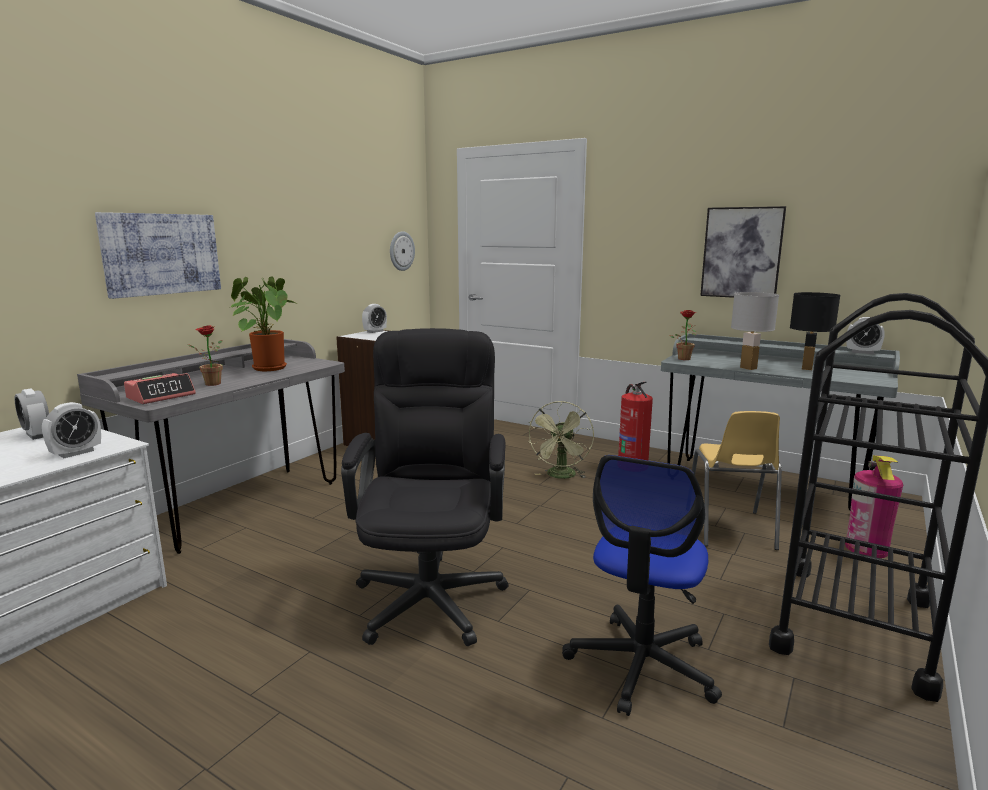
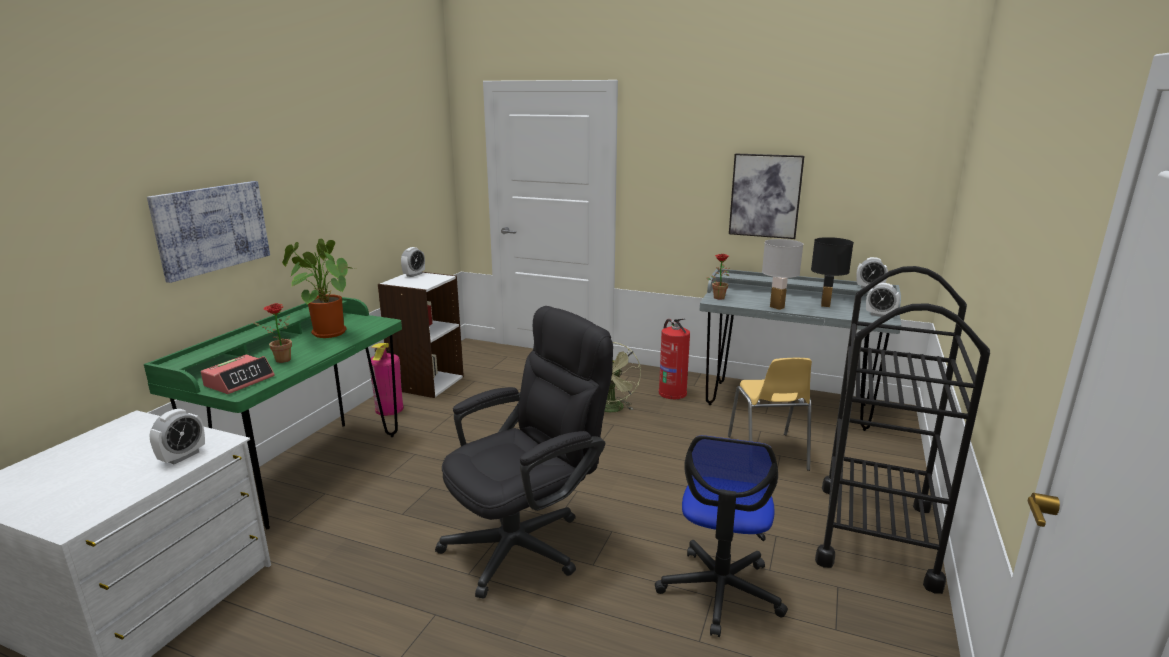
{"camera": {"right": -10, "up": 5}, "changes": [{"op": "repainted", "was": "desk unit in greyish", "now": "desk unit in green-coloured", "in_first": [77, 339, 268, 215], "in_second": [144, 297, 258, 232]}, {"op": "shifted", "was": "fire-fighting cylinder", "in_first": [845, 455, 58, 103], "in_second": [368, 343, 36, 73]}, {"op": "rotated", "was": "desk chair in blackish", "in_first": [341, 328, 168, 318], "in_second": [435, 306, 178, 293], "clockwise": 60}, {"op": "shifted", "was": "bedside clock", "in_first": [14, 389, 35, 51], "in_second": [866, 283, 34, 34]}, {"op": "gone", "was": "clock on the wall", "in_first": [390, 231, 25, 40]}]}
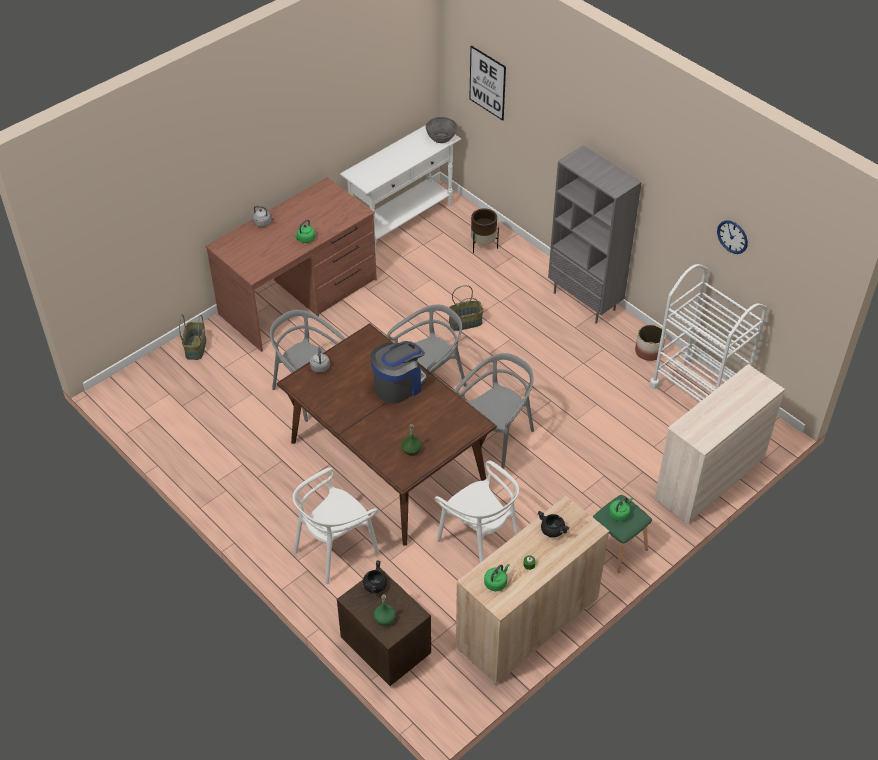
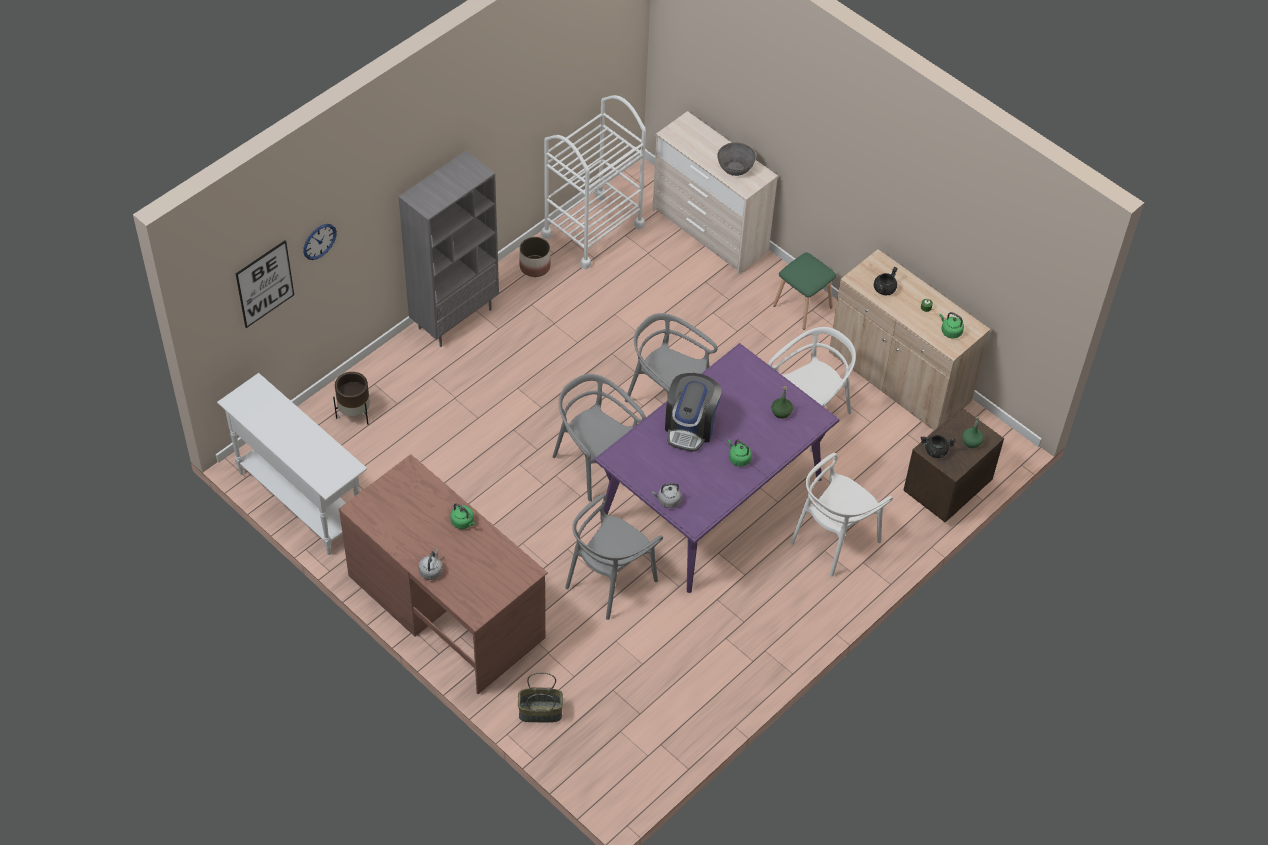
{"camera": {"right": -95, "up": 5}, "changes": [{"op": "shifted", "was": "clock on the wall", "in_first": [717, 220, 31, 34], "in_second": [303, 224, 34, 36]}, {"op": "repainted", "was": "dining table in brown", "now": "dining table in purple", "in_first": [277, 323, 220, 223], "in_second": [594, 343, 246, 250]}, {"op": "rotated", "was": "coffee maker", "in_first": [370, 341, 58, 63], "in_second": [665, 373, 56, 79], "clockwise": -120}, {"op": "shifted", "was": "bowl in greyish", "in_first": [426, 117, 31, 26], "in_second": [717, 142, 39, 34]}, {"op": "shifted", "was": "kettle in green-coloured", "in_first": [609, 497, 24, 24], "in_second": [728, 440, 24, 27]}, {"op": "rotated", "was": "plain chair in white", "in_first": [293, 468, 86, 116], "in_second": [790, 453, 103, 124], "clockwise": 90}, {"op": "gone", "was": "household basket", "in_first": [449, 285, 35, 46]}]}
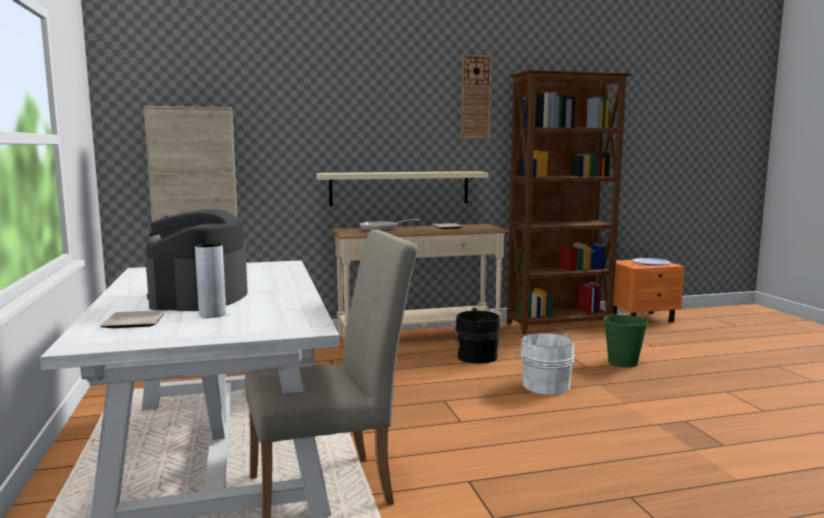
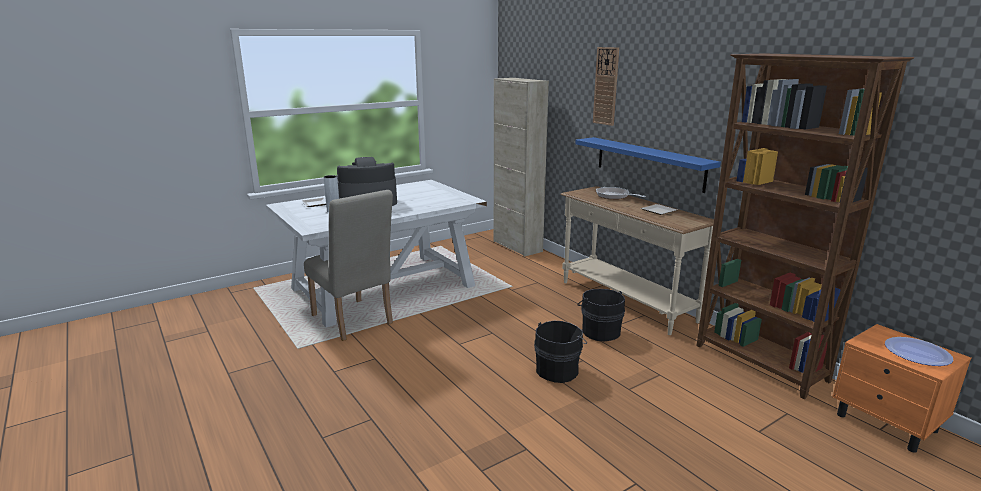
{"camera": {"right": 70, "up": 10}, "changes": [{"op": "repainted", "was": "water bucket in white", "now": "water bucket in blackish", "in_first": [516, 333, 59, 62], "in_second": [534, 321, 53, 62]}, {"op": "repainted", "was": "wall shelf in beige-coloured", "now": "wall shelf in blue", "in_first": [316, 171, 173, 35], "in_second": [575, 137, 146, 56]}, {"op": "shifted", "was": "clock on the wall", "in_first": [461, 55, 31, 84], "in_second": [593, 47, 26, 79]}, {"op": "gone", "was": "water bucket in green-coloured", "in_first": [604, 313, 44, 54]}]}
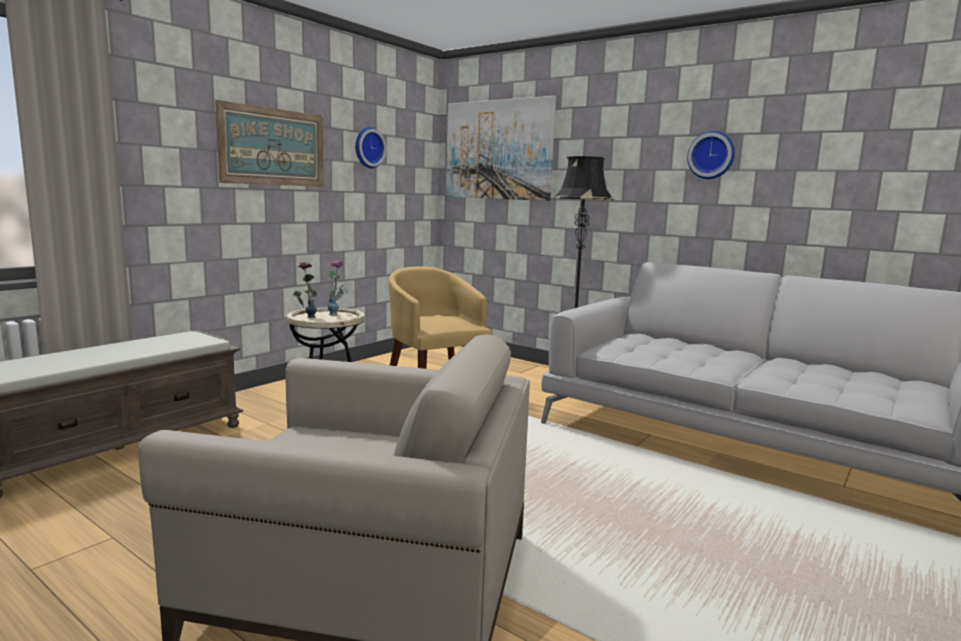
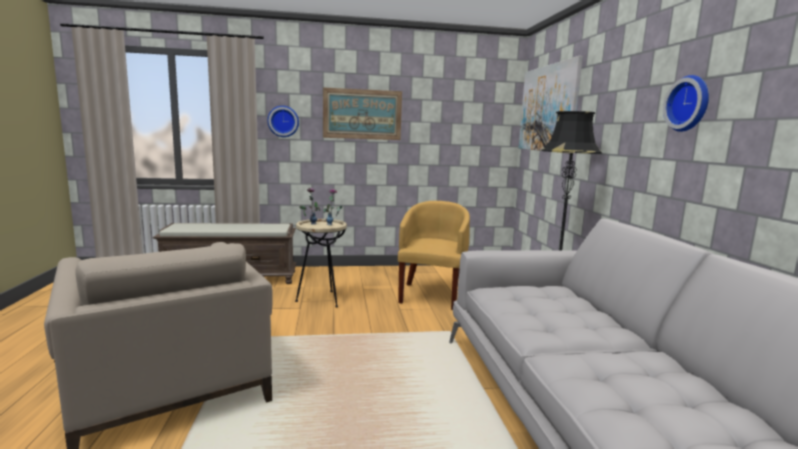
{"camera": {"right": 45, "up": 0}, "changes": [{"op": "shifted", "was": "clock on the wall", "in_first": [355, 127, 32, 41], "in_second": [267, 106, 32, 31]}]}
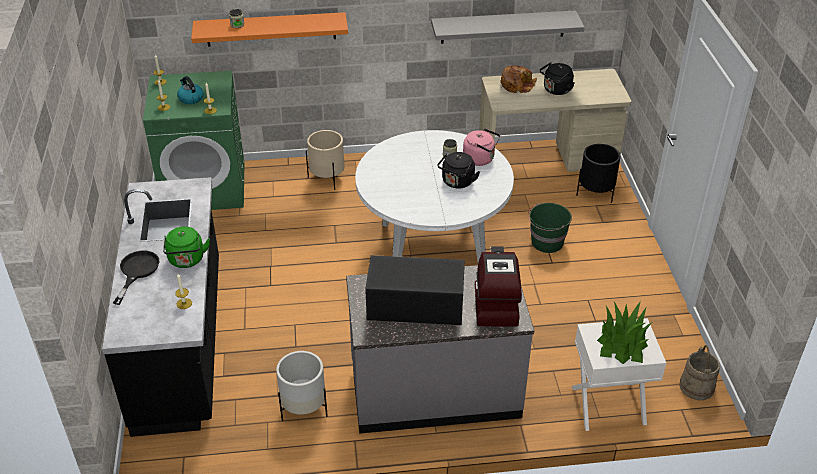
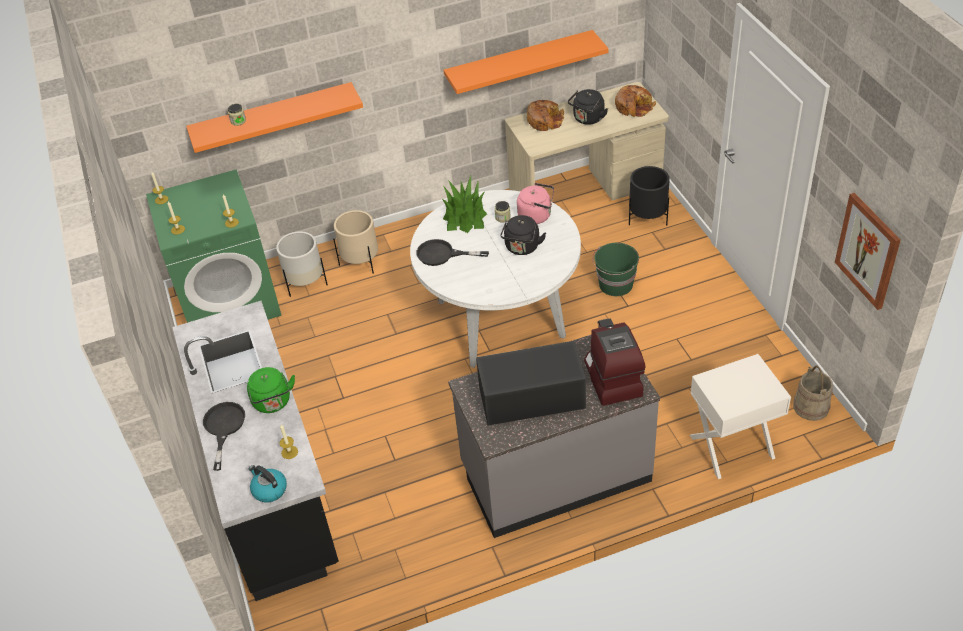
{"camera": {"right": -10, "up": 5}, "changes": [{"op": "shifted", "was": "kettle", "in_first": [177, 76, 27, 28], "in_second": [249, 465, 38, 37]}, {"op": "shifted", "was": "plant pot in white", "in_first": [276, 351, 52, 70], "in_second": [276, 231, 52, 66]}, {"op": "new", "now": "skillet in blackish", "in_second": [417, 239, 72, 27]}, {"op": "shifted", "was": "plant in a pot", "in_first": [597, 301, 54, 63], "in_second": [442, 176, 45, 57]}, {"op": "repainted", "was": "wall shelf in greyish", "now": "wall shelf in orange", "in_first": [431, 10, 154, 34], "in_second": [444, 30, 165, 64]}, {"op": "new", "now": "bakery bread", "in_second": [615, 85, 41, 32]}, {"op": "new", "now": "wall picture", "in_second": [835, 193, 66, 117]}]}
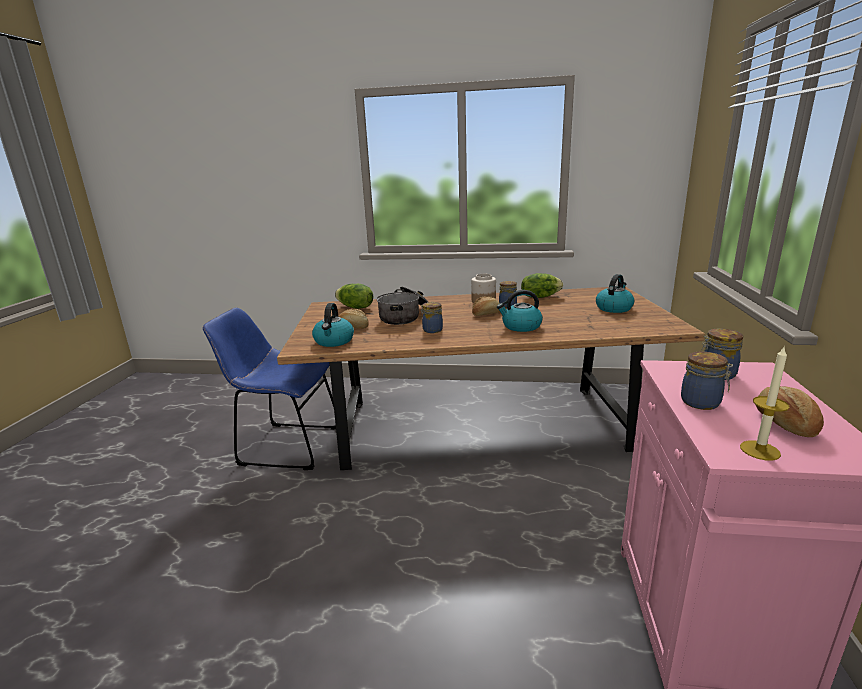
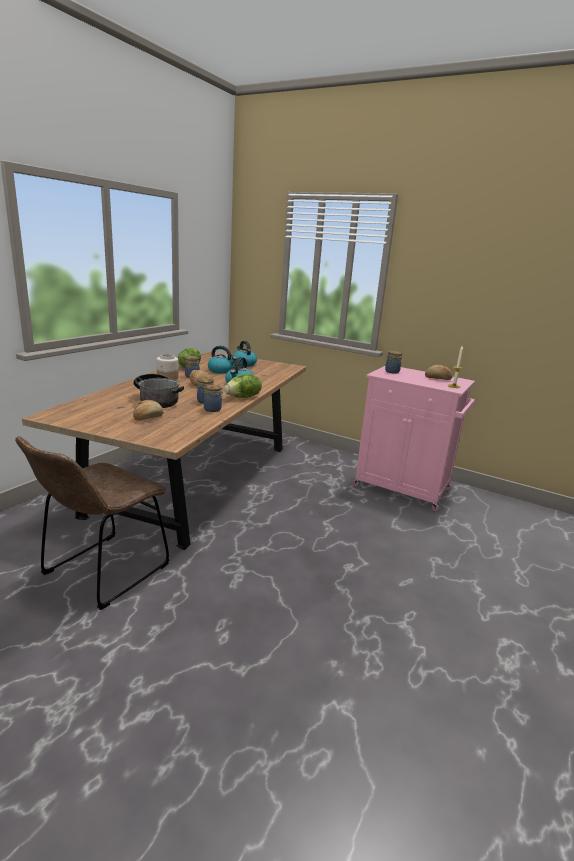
{"camera": {"right": -70, "up": 0}, "changes": [{"op": "repainted", "was": "plain chair in blue", "now": "plain chair in brown", "in_first": [203, 307, 133, 163], "in_second": [15, 436, 154, 174]}, {"op": "shifted", "was": "preserve jar", "in_first": [681, 352, 52, 58], "in_second": [204, 385, 19, 27]}, {"op": "shifted", "was": "kettle", "in_first": [312, 303, 42, 44], "in_second": [208, 346, 29, 28]}, {"op": "shifted", "was": "head of lettuce", "in_first": [335, 284, 38, 25], "in_second": [224, 374, 38, 24]}]}
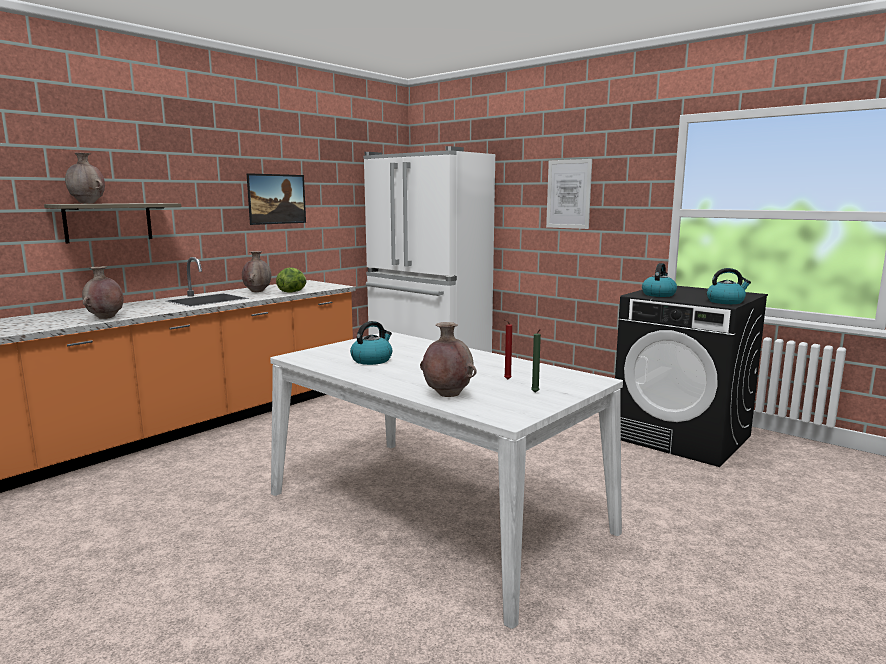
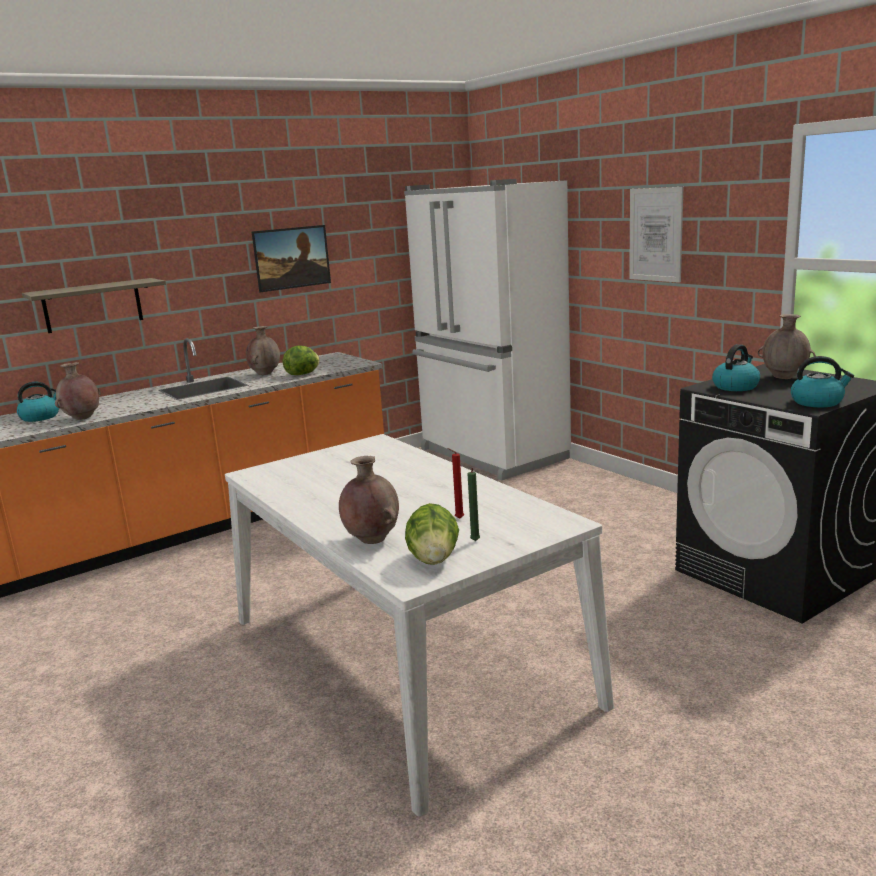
{"camera": {"right": 15, "up": 5}, "changes": [{"op": "shifted", "was": "kettle", "in_first": [350, 321, 42, 44], "in_second": [17, 382, 42, 40]}, {"op": "new", "now": "head of lettuce", "in_second": [405, 503, 54, 62]}, {"op": "shifted", "was": "decorative vase in brown", "in_first": [65, 153, 40, 51], "in_second": [758, 314, 58, 65]}]}
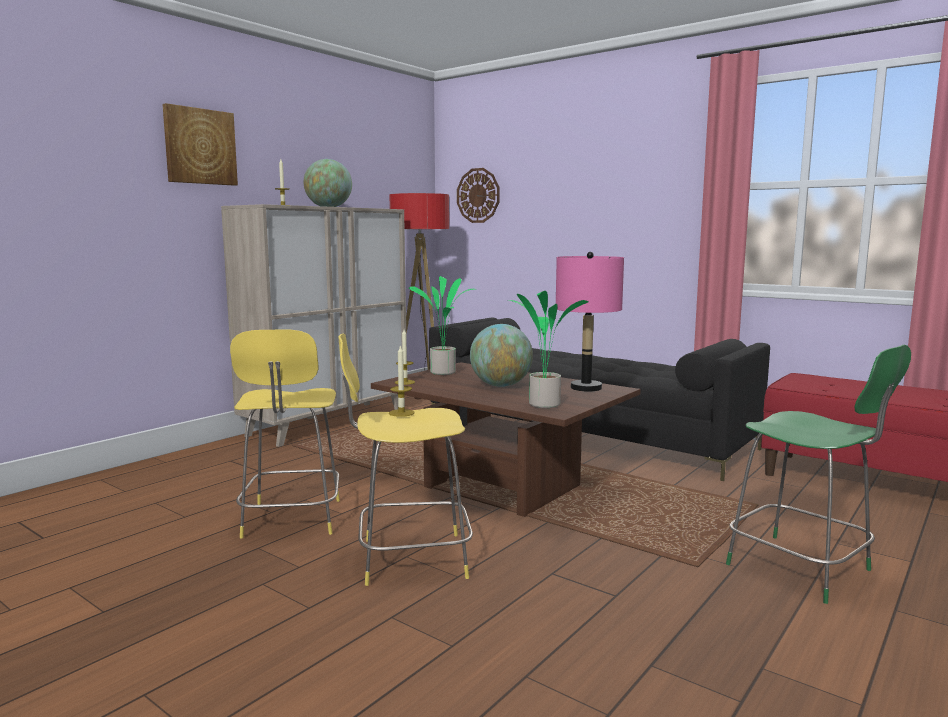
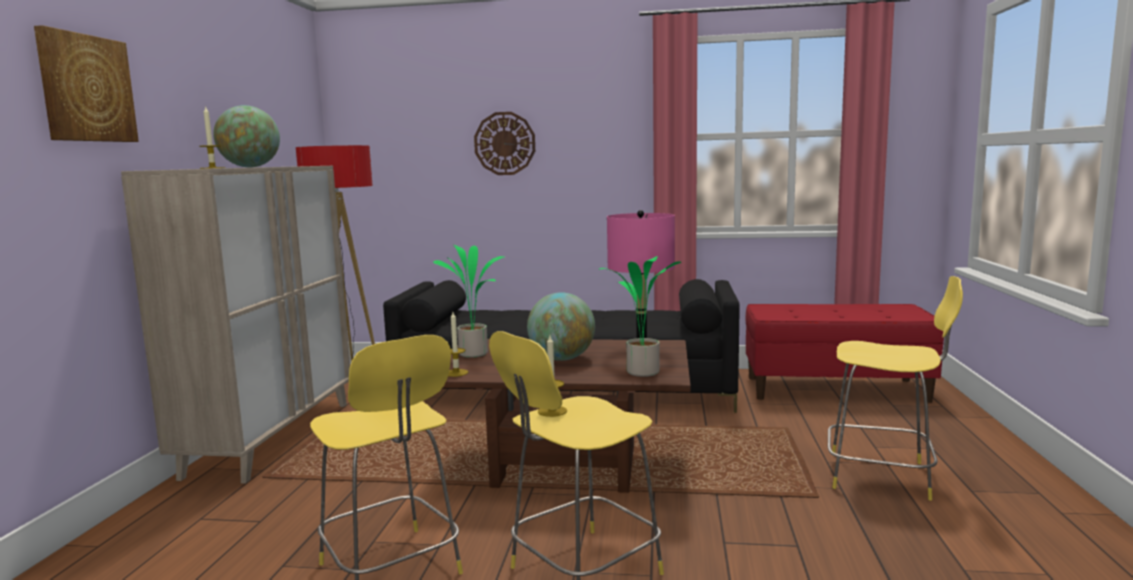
{"camera": {"right": -30, "up": 0}, "changes": [{"op": "shifted", "was": "clock on the wall", "in_first": [457, 168, 42, 55], "in_second": [474, 112, 61, 63]}, {"op": "repainted", "was": "sitting stool in green-coloured", "now": "sitting stool in yellow-coloured", "in_first": [726, 345, 185, 259], "in_second": [828, 276, 135, 225]}]}
